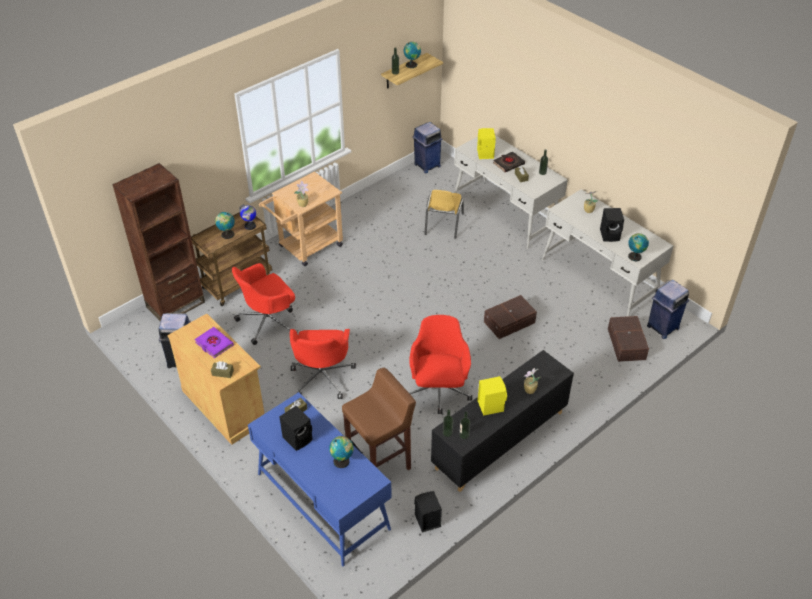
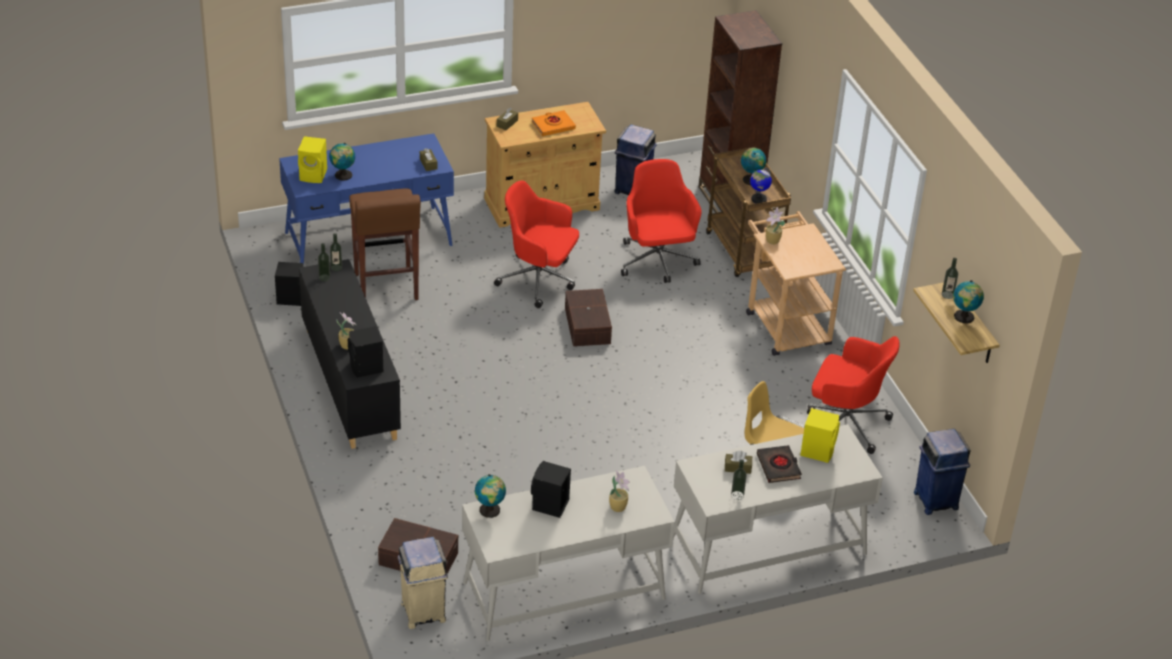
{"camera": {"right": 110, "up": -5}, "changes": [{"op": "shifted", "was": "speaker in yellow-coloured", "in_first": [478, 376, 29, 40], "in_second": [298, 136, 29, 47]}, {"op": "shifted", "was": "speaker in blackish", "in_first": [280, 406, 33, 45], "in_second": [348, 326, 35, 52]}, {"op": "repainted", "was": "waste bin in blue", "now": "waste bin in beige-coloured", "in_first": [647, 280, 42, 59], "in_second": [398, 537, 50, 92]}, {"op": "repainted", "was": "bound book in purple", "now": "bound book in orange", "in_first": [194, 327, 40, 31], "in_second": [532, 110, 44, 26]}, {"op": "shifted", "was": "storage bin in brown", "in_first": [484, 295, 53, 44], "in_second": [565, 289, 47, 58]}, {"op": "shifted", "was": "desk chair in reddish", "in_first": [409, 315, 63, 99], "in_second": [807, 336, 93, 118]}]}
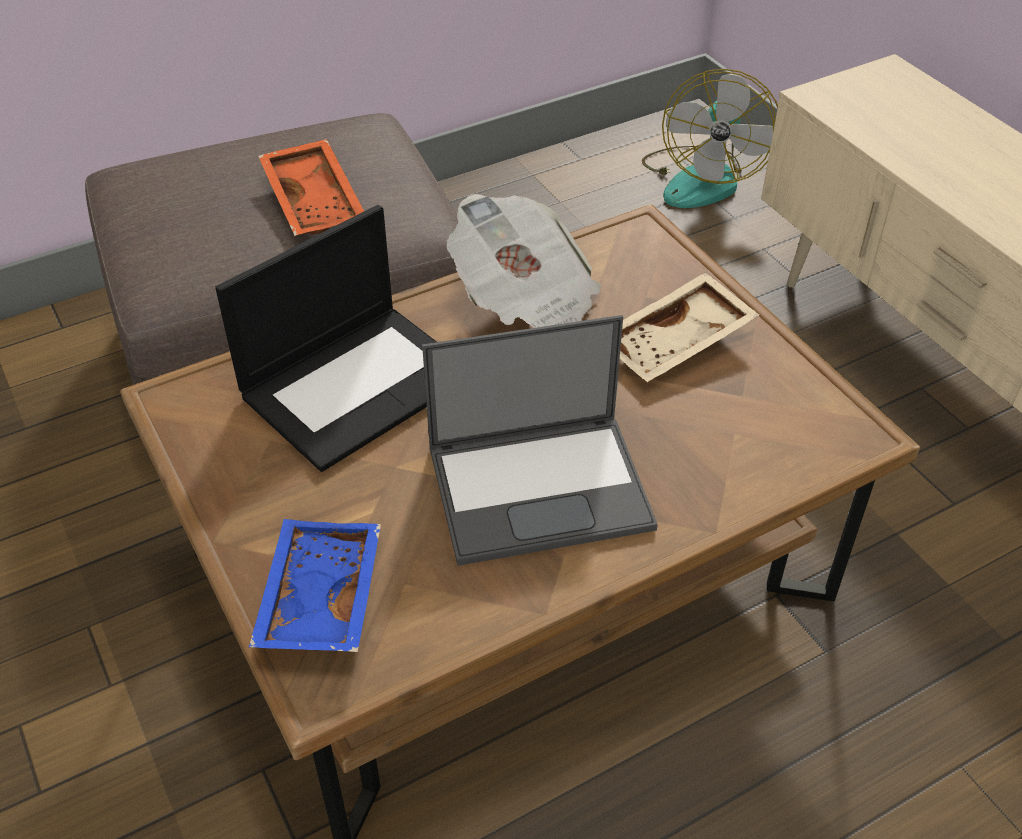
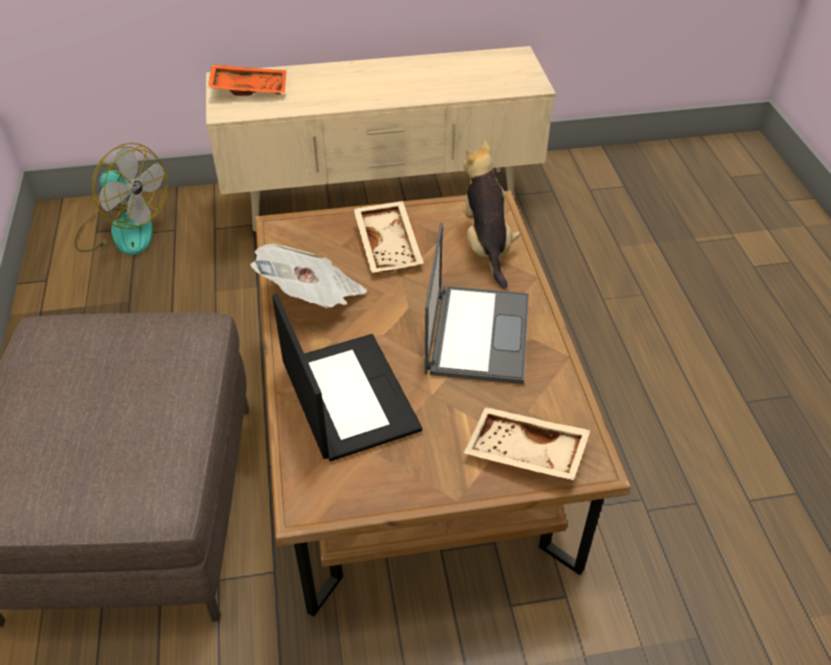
{"camera": {"right": -70, "up": 0}, "changes": [{"op": "shifted", "was": "tray in orange", "in_first": [258, 139, 106, 97], "in_second": [208, 64, 78, 32]}, {"op": "new", "now": "soft toy", "in_second": [463, 141, 57, 148]}, {"op": "repainted", "was": "tray in blue", "now": "tray in beige-coloured", "in_first": [249, 519, 132, 133], "in_second": [464, 407, 127, 73]}]}
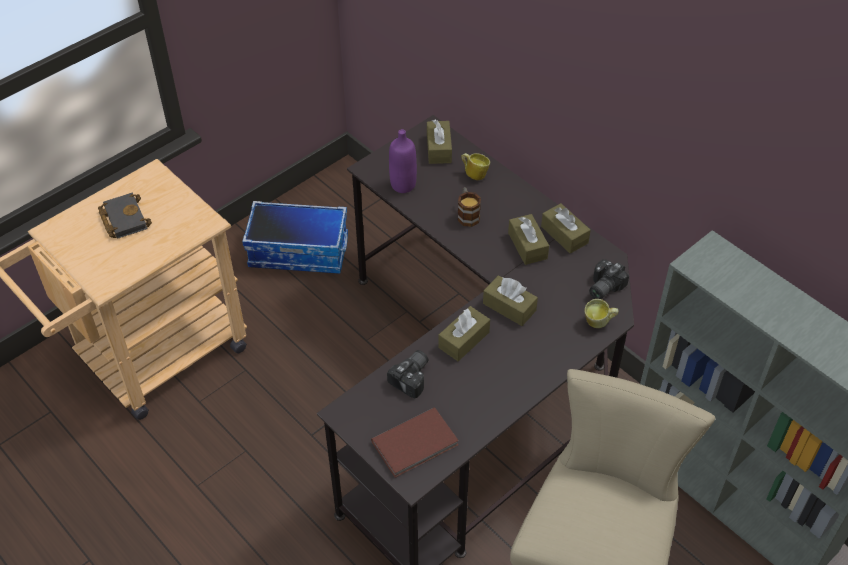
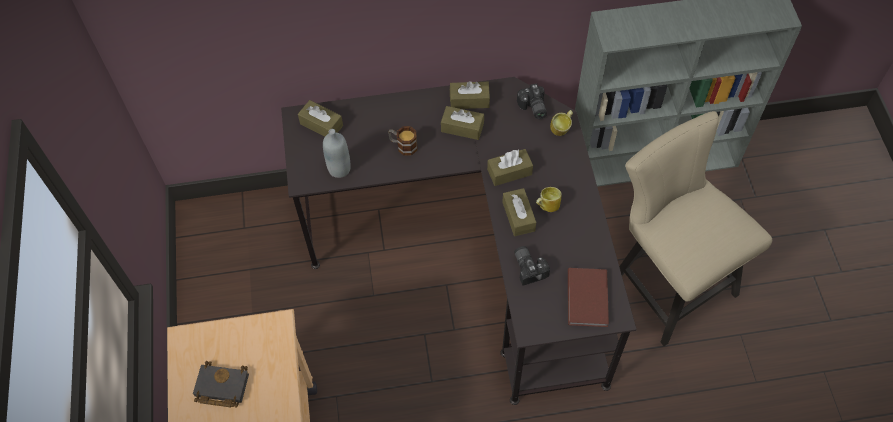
{"camera": {"right": -55, "up": 10}, "changes": [{"op": "repainted", "was": "drink bottle in purple", "now": "drink bottle in greyish", "in_first": [389, 129, 28, 64], "in_second": [323, 129, 28, 49]}, {"op": "shifted", "was": "mug", "in_first": [461, 153, 29, 27], "in_second": [536, 187, 26, 25]}, {"op": "gone", "was": "storage bin", "in_first": [242, 201, 106, 73]}]}
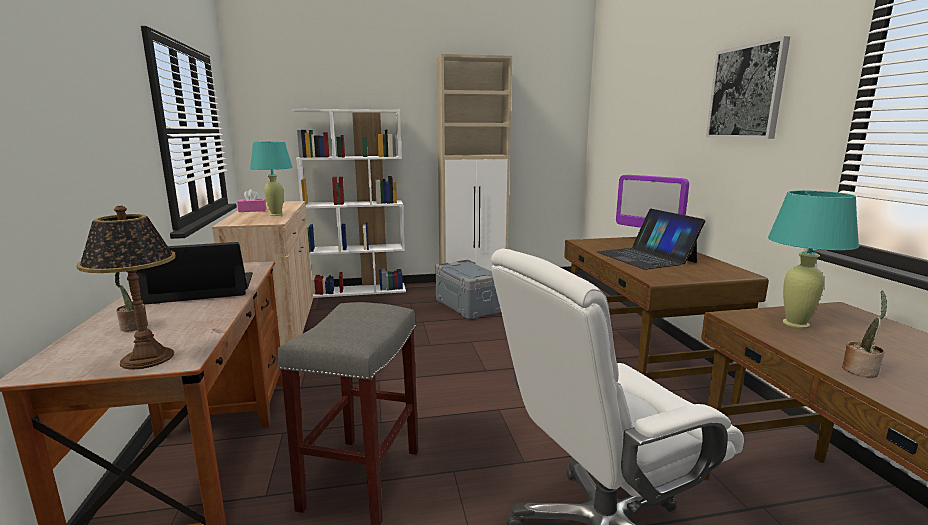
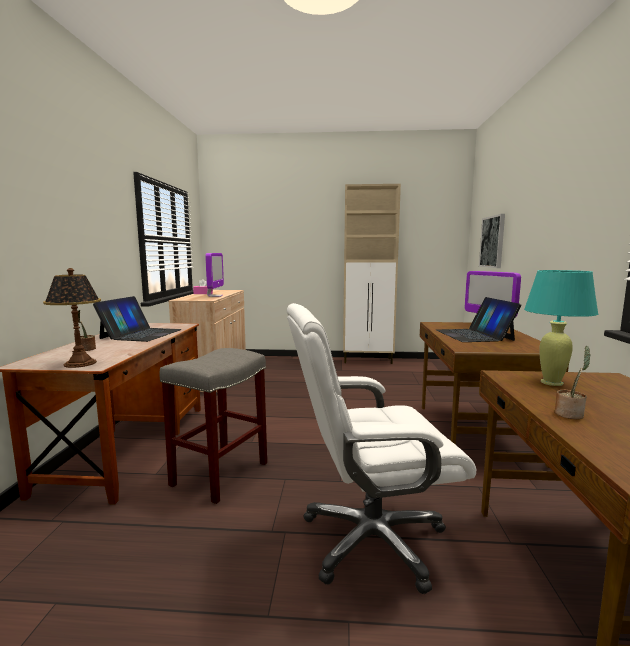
{"camera": {"right": 15, "up": -5}, "changes": [{"op": "rotated", "was": "laptop", "in_first": [136, 242, 117, 63], "in_second": [93, 296, 89, 46], "clockwise": 105}, {"op": "swapped", "was": "table lamp in turquoise-coloured", "now": "computer screen", "in_first": [250, 142, 43, 74], "in_second": [205, 253, 19, 44]}, {"op": "shifted", "was": "wall picture", "in_first": [706, 36, 84, 103], "in_second": [479, 214, 26, 54]}, {"op": "gone", "was": "bookcase in white", "in_first": [292, 109, 114, 189]}, {"op": "gone", "was": "storage bin in greyish", "in_first": [435, 260, 66, 59]}]}
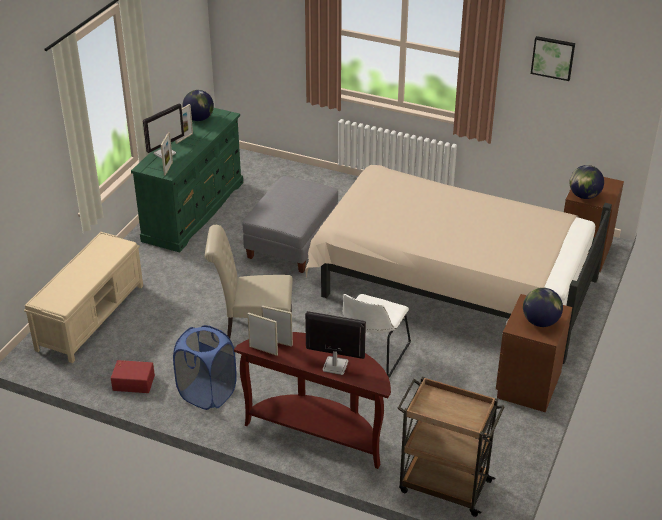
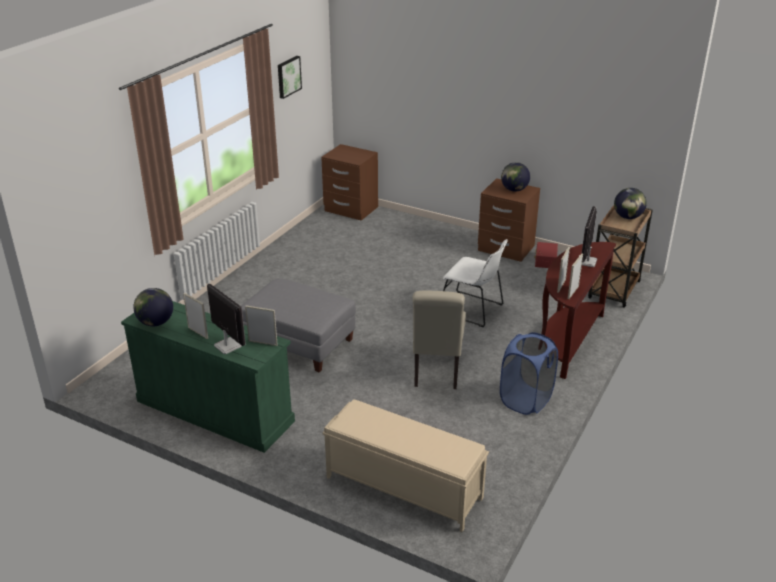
{"camera": {"right": -85, "up": -5}, "changes": [{"op": "shifted", "was": "storage bin in reddish", "in_first": [111, 360, 44, 33], "in_second": [534, 242, 24, 26]}, {"op": "shifted", "was": "desk globe", "in_first": [569, 165, 35, 34], "in_second": [614, 188, 33, 31]}, {"op": "gone", "was": "bed in beige-coloured", "in_first": [305, 165, 307, 199]}]}
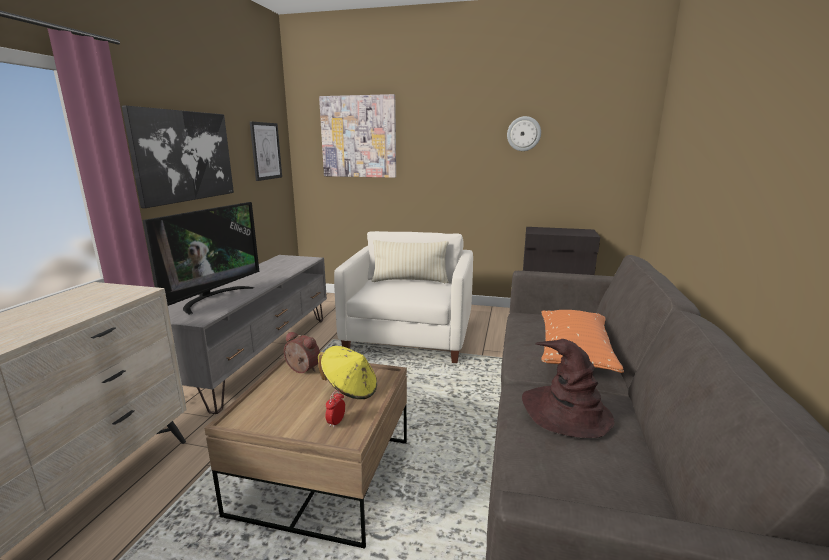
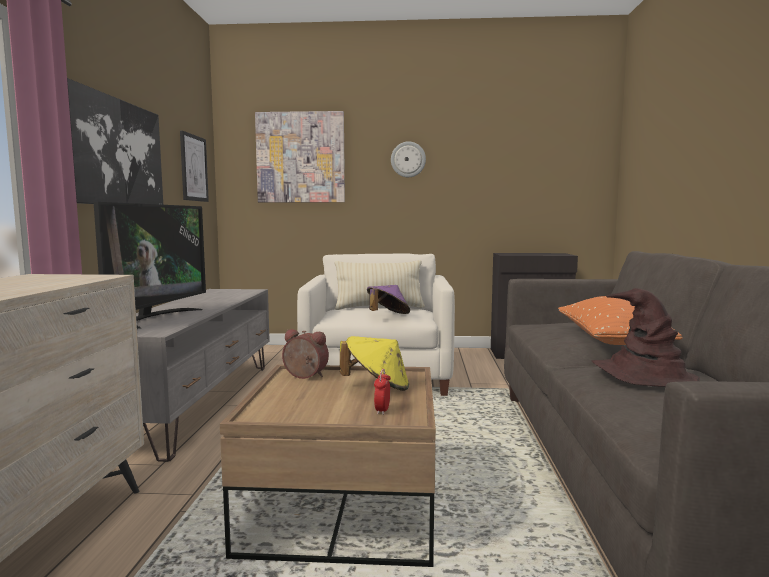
{"camera": {"right": -10, "up": -10}, "changes": [{"op": "new", "now": "clothing hat in purple", "in_second": [367, 285, 43, 29]}, {"op": "shifted", "was": "clock on the wall", "in_first": [507, 116, 34, 35], "in_second": [391, 141, 35, 36]}]}
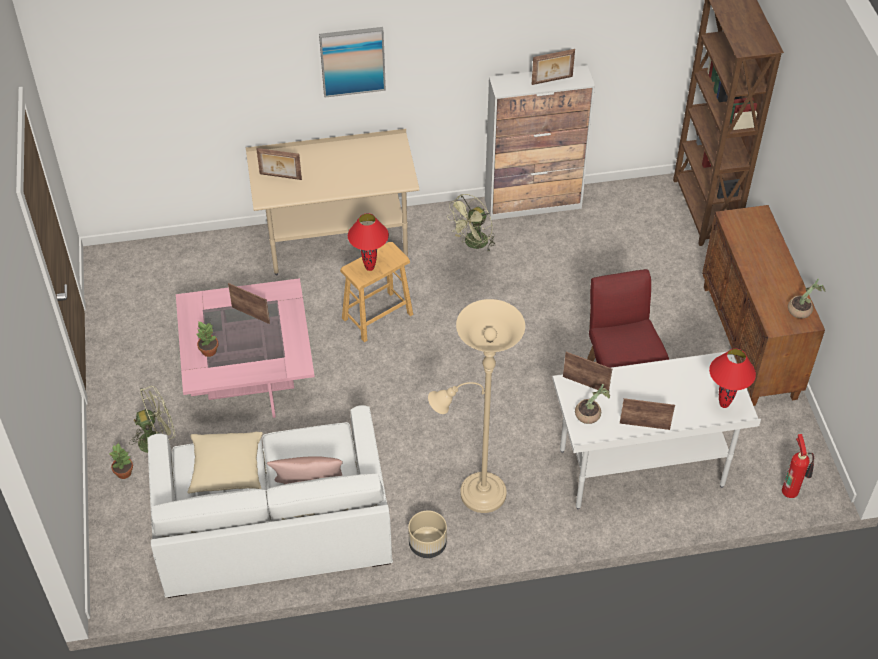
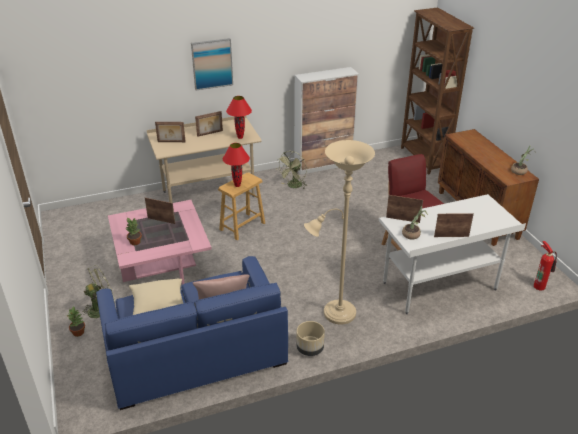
{"camera": {"right": -10, "up": -15}, "changes": [{"op": "repainted", "was": "settee in white", "now": "settee in blue", "in_first": [147, 405, 246, 193], "in_second": [96, 256, 192, 154]}, {"op": "shifted", "was": "photo frame", "in_first": [531, 49, 44, 36], "in_second": [195, 111, 28, 26]}, {"op": "shifted", "was": "table lamp in reddish", "in_first": [709, 349, 47, 59], "in_second": [226, 96, 26, 43]}]}
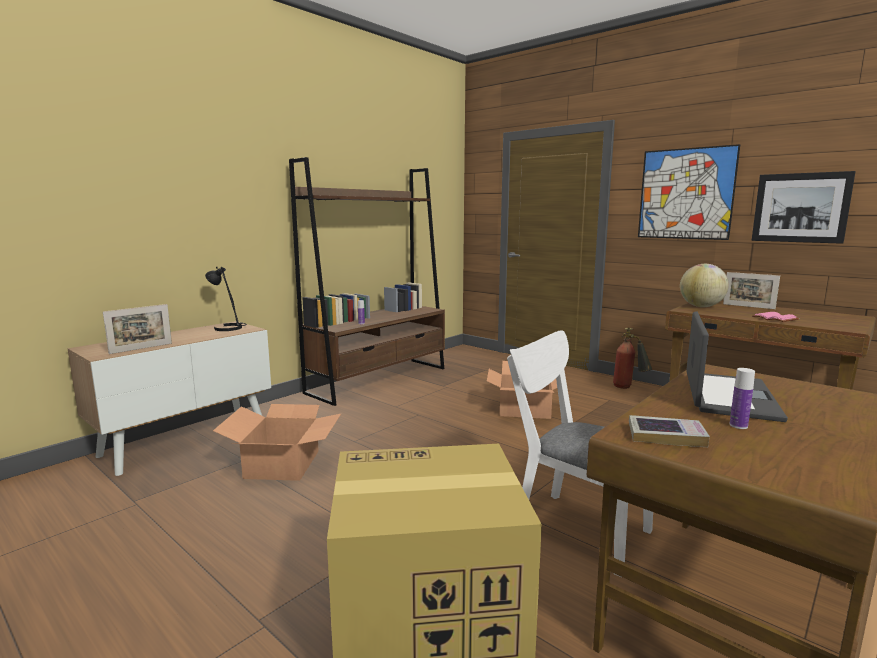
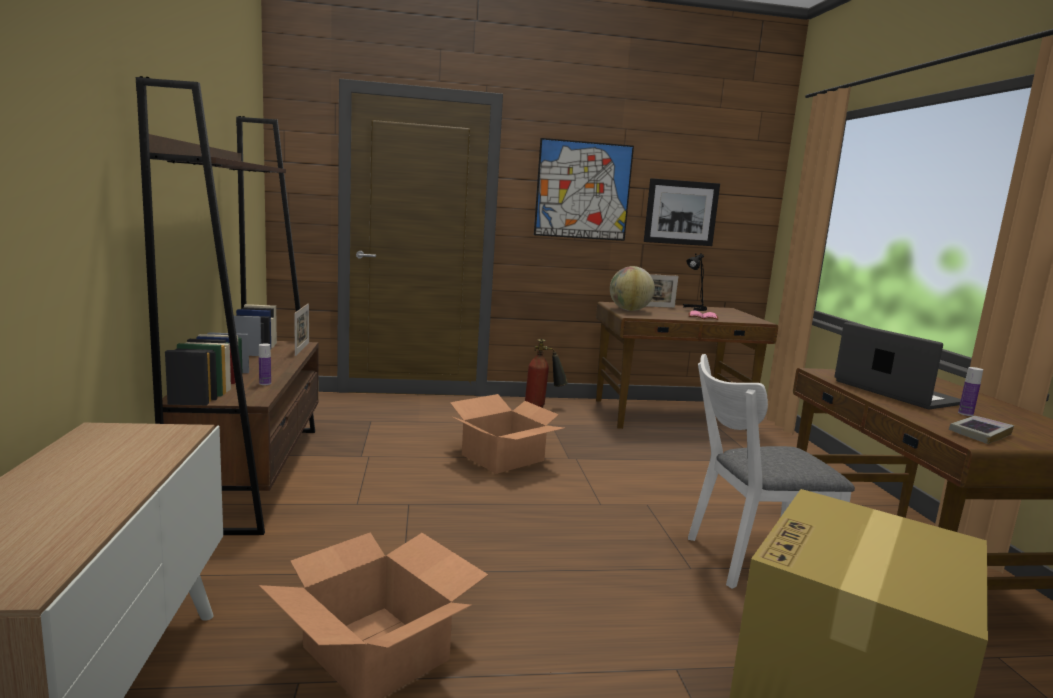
{"camera": {"right": -50, "up": 0}, "changes": [{"op": "shifted", "was": "photo frame", "in_first": [103, 304, 69, 50], "in_second": [294, 303, 15, 53]}, {"op": "shifted", "was": "table lamp in blackish", "in_first": [205, 266, 42, 65], "in_second": [682, 253, 25, 58]}]}
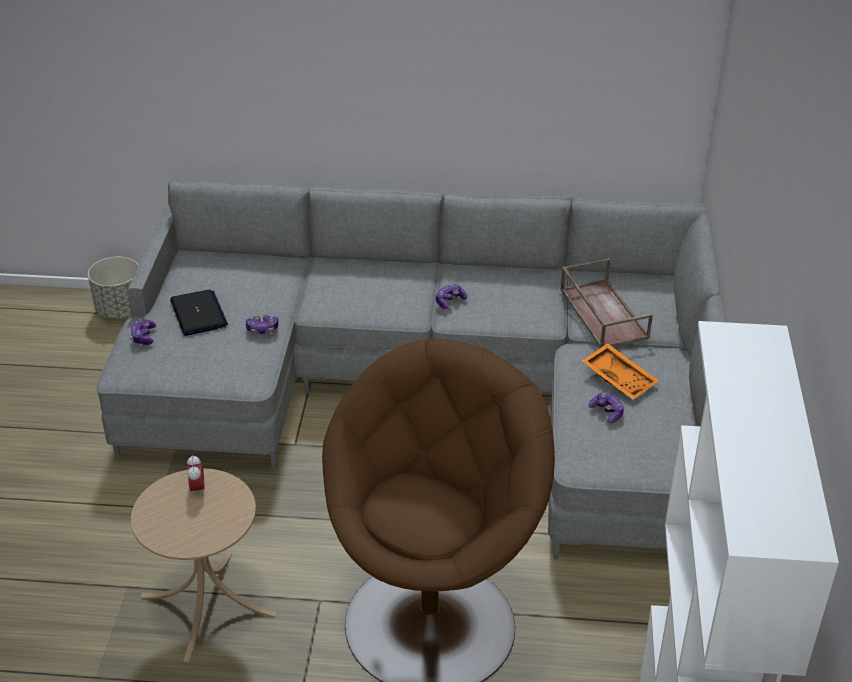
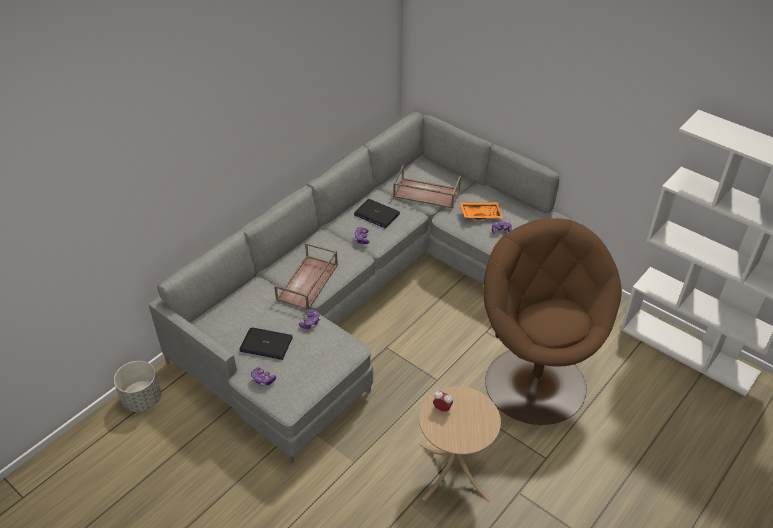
{"camera": {"right": -55, "up": 5}, "changes": [{"op": "new", "now": "tray in brown", "in_second": [274, 243, 64, 67]}, {"op": "new", "now": "laptop", "in_second": [354, 199, 46, 29]}]}
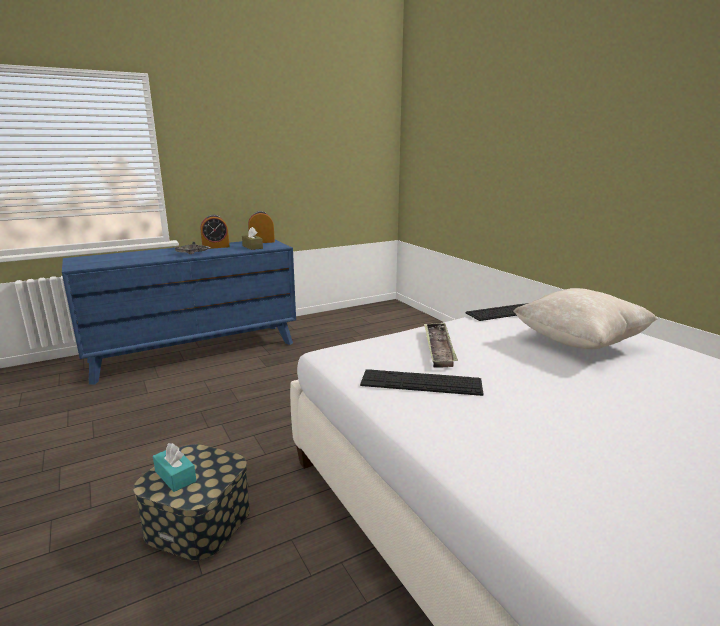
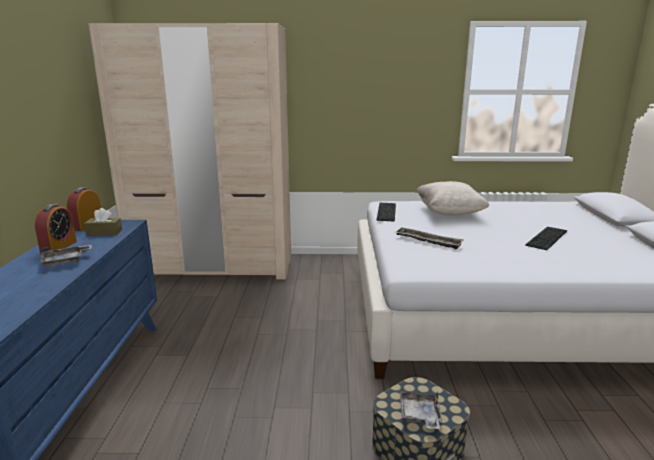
{"camera": {"right": -60, "up": 0}, "changes": [{"op": "new", "now": "clothes cupboard in beige-coloured", "in_second": [88, 23, 203, 257]}, {"op": "swapped", "was": "tissue box in turquoise-coloured", "now": "tray in greyish", "in_first": [153, 443, 43, 49], "in_second": [400, 391, 42, 38]}, {"op": "shifted", "was": "computer keyboard", "in_first": [360, 369, 123, 27], "in_second": [525, 227, 42, 23]}]}
